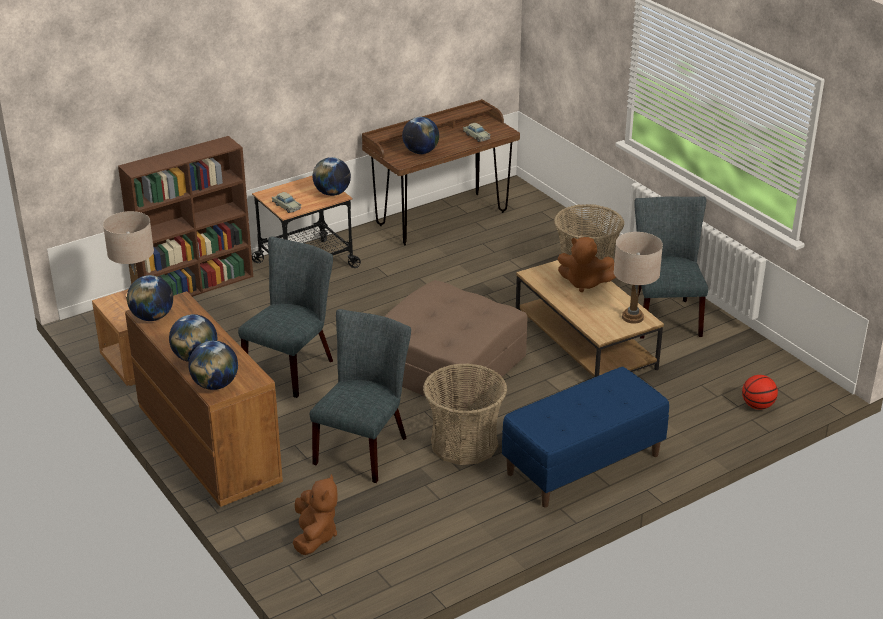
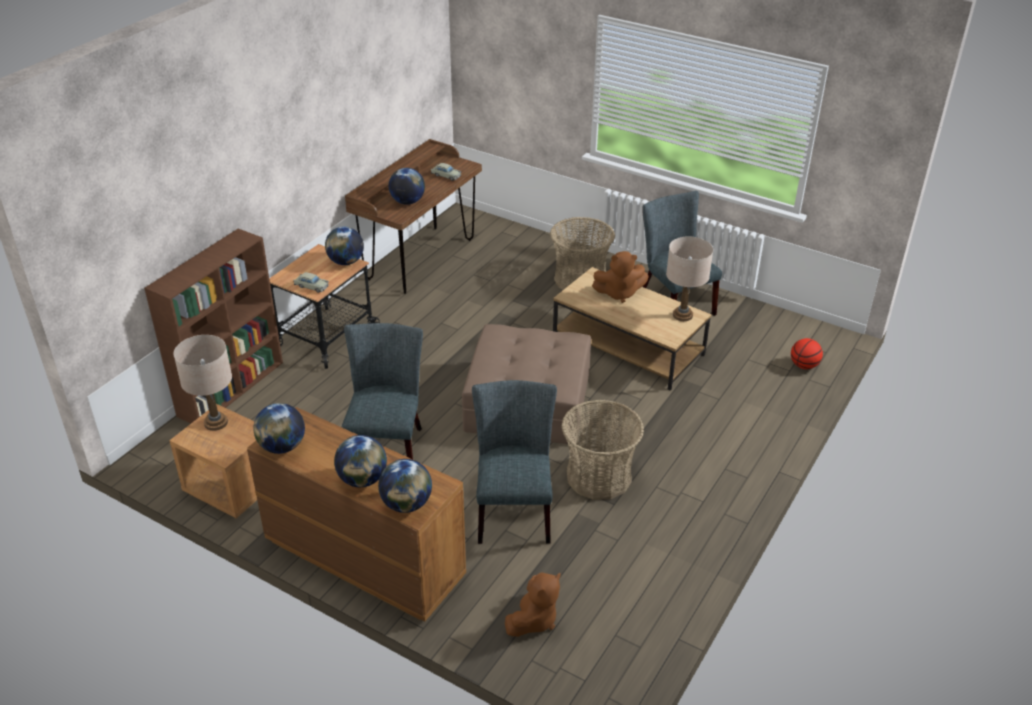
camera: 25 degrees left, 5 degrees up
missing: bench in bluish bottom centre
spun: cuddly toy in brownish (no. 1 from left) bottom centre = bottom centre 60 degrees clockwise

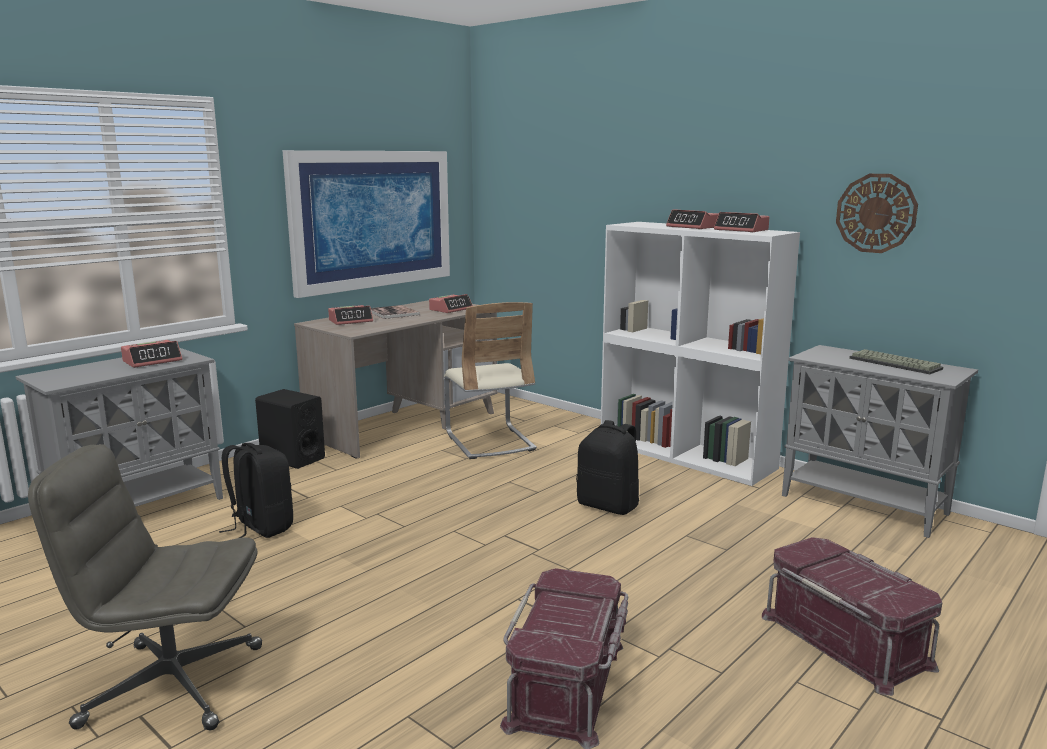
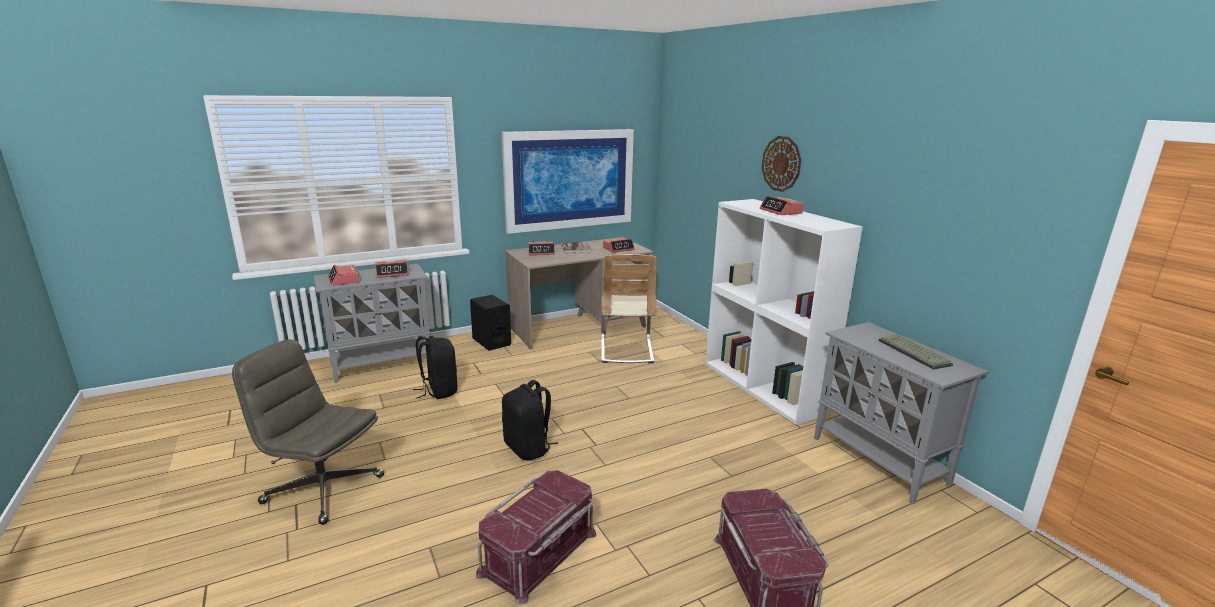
camera: 20 degrees right, 5 degrees up
relocated: hanging clock top right to top centre; table clock (no. 5 from left in the first image) top right to table clock (no. 1 from left) middle left; rucksack in black-coloured (no. 2 from left) centre to bottom centre

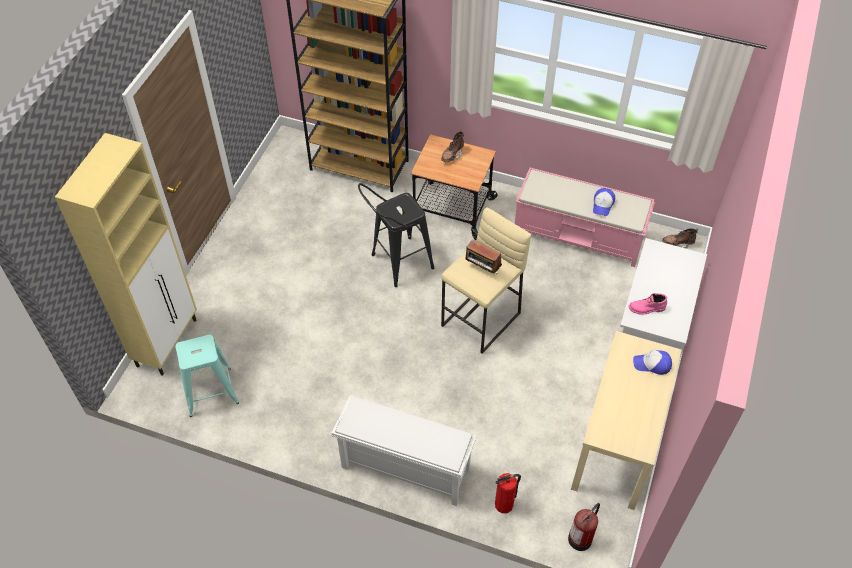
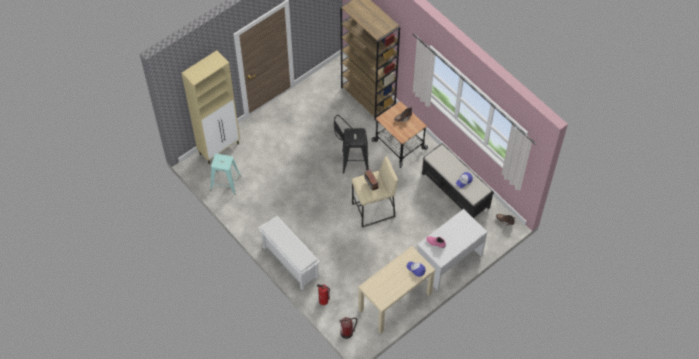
camera: 30 degrees right, 5 degrees up
colour: bench in pink middle right to bench in black-coloured centre

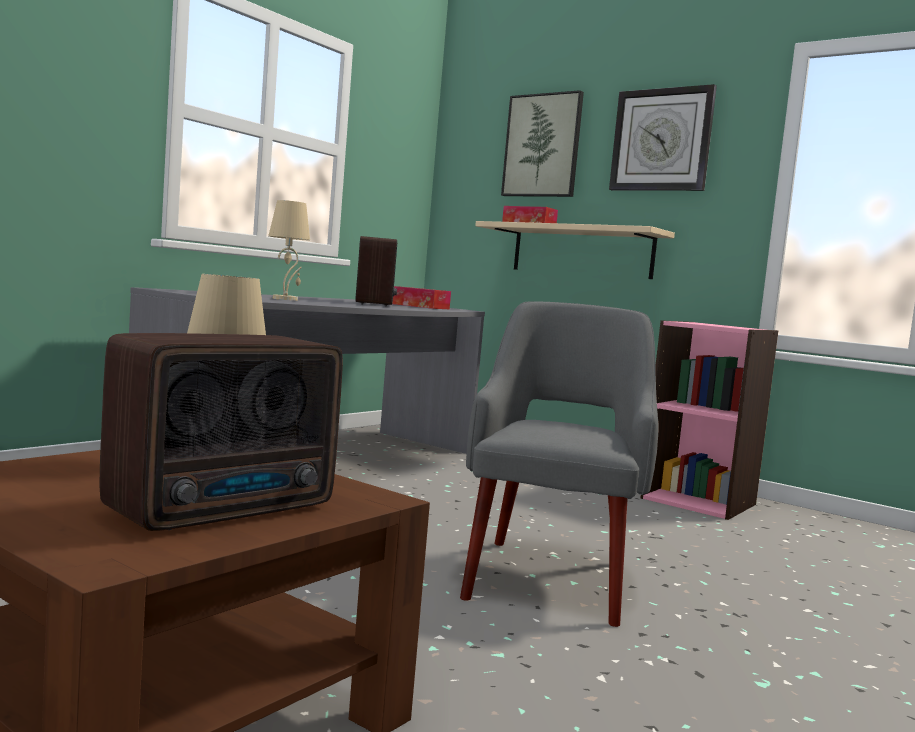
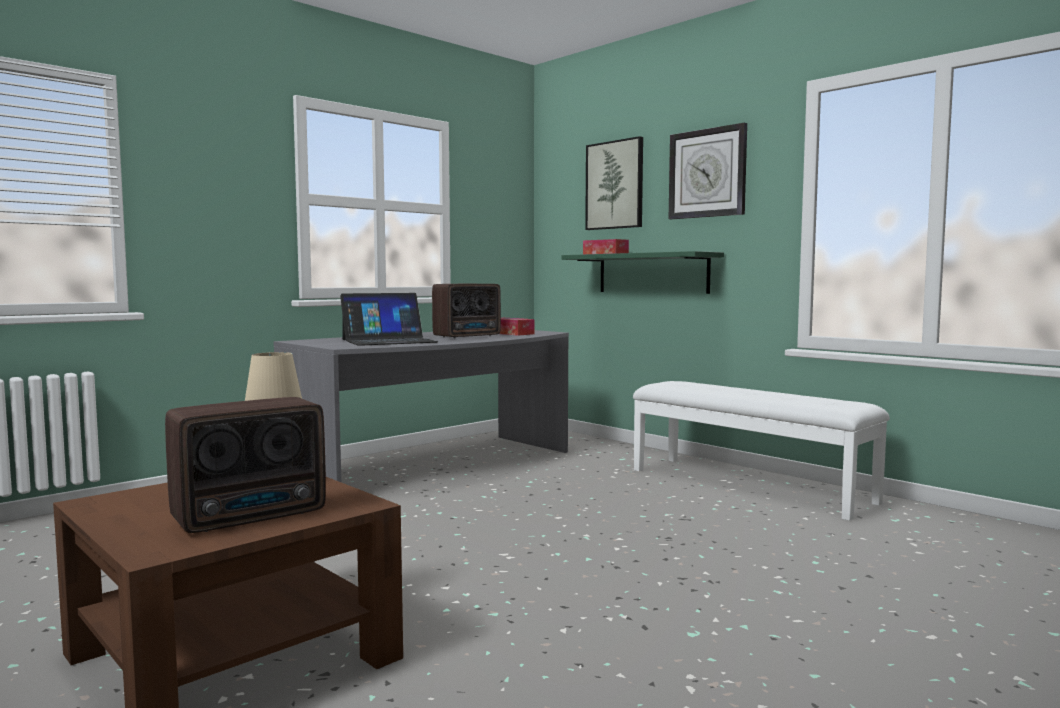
camera: 10 degrees right, 0 degrees up
missing: lounge chair in gray centre
exchanged: table lamp in beige-coloured (no. 2 from left) middle left to laptop centre; bookcase in pink middle right to bench in white middle right
colour: bracket shelf in beige-coloured centre to bracket shelf in greenish centre
spun: radio (no. 2 from left) centre = centre 45 degrees clockwise

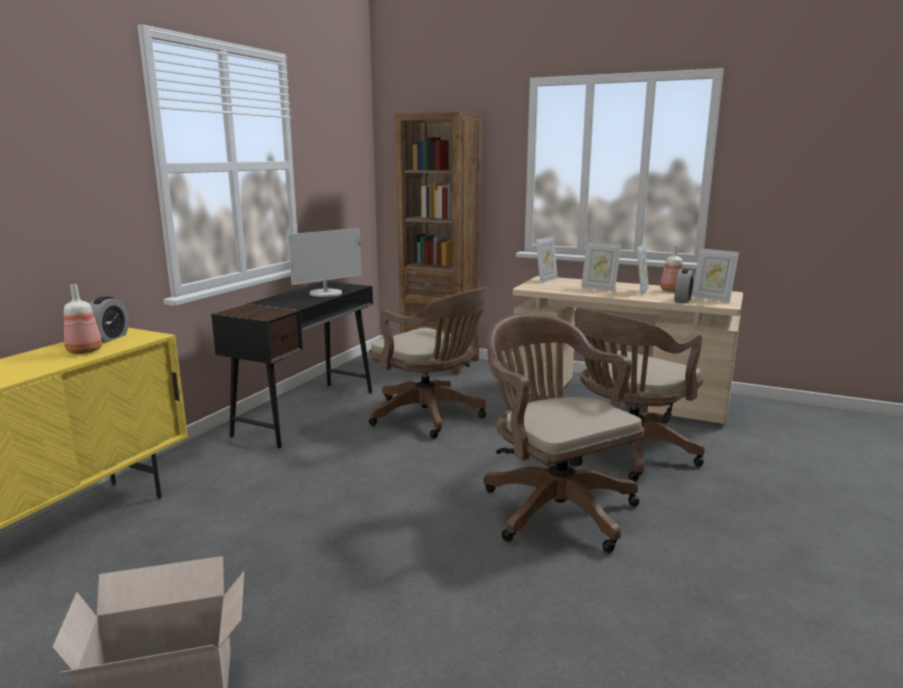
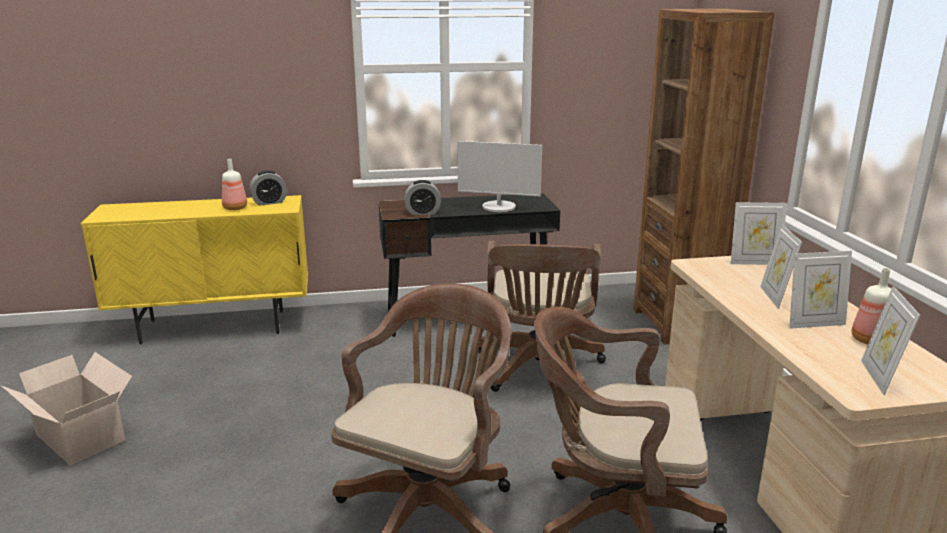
camera: 55 degrees right, 5 degrees up
relocated: table clock (no. 2 from left) middle right to centre

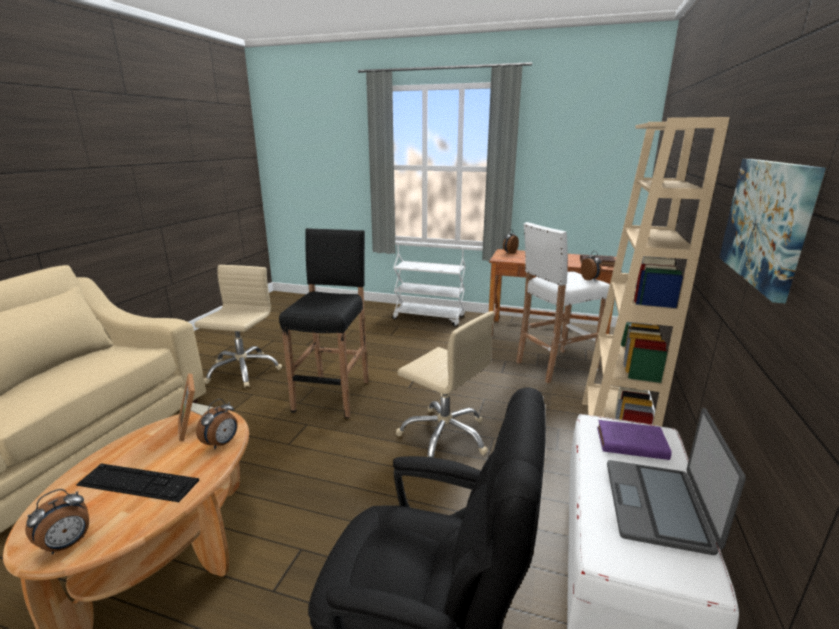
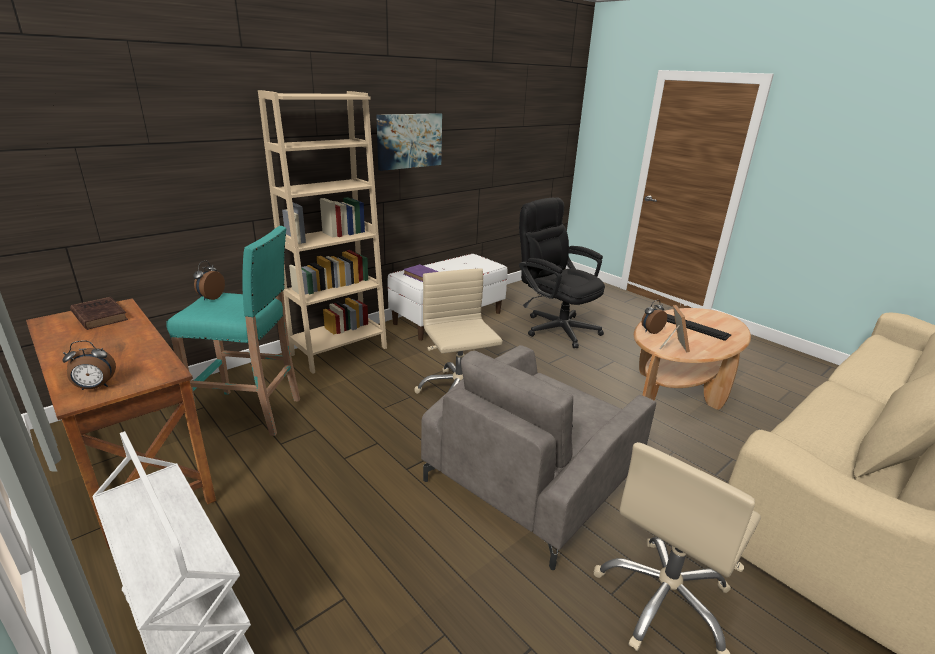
camera: 150 degrees left, 5 degrees up
missing: laptop bottom right; table clock (no. 1 from left) bottom left
exchanged: sitting stool in black-coloured centre to lounge chair in gray bottom centre
colour: sitting stool in white middle right to sitting stool in blue-green middle left

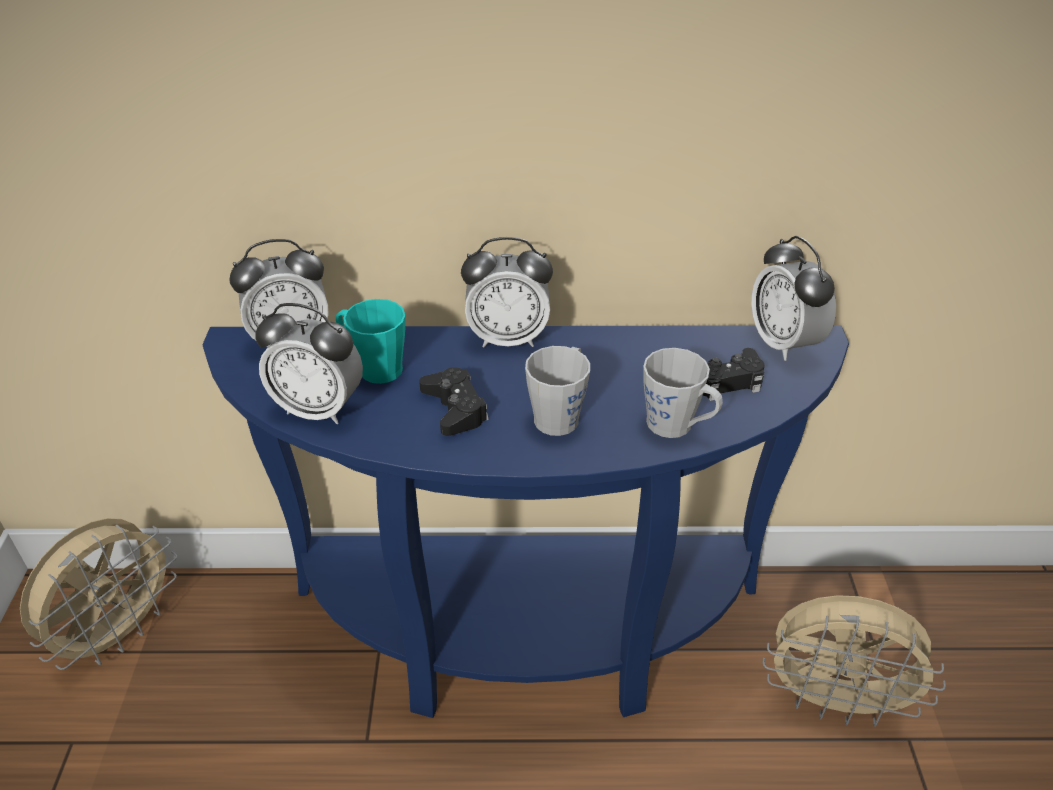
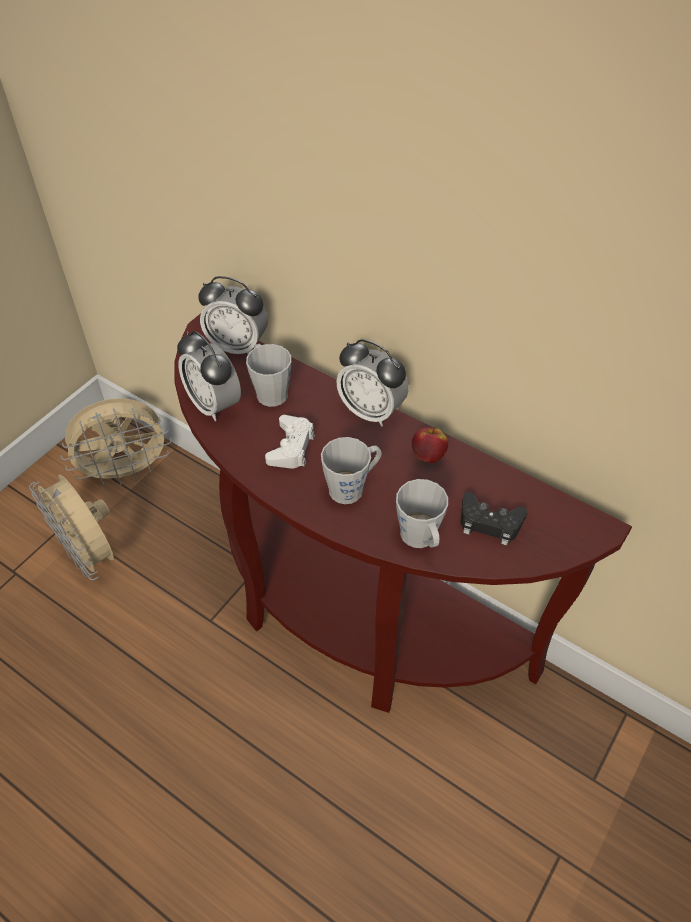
camera: 35 degrees right, 10 degrees up
missing: table clock (no. 4 from left) middle right
appeared: whole apple centre
relocated: fan in beige-coloured (no. 2 from left in the first image) bottom right to fan in beige-coloured (no. 1 from left) middle left
colour: coffee mug in blue-green centre to coffee mug in gray (no. 1 from left) centre; console table in bluish centre to console table in brownish centre; joypad in black-coloured (no. 1 from left) centre to joypad in white centre

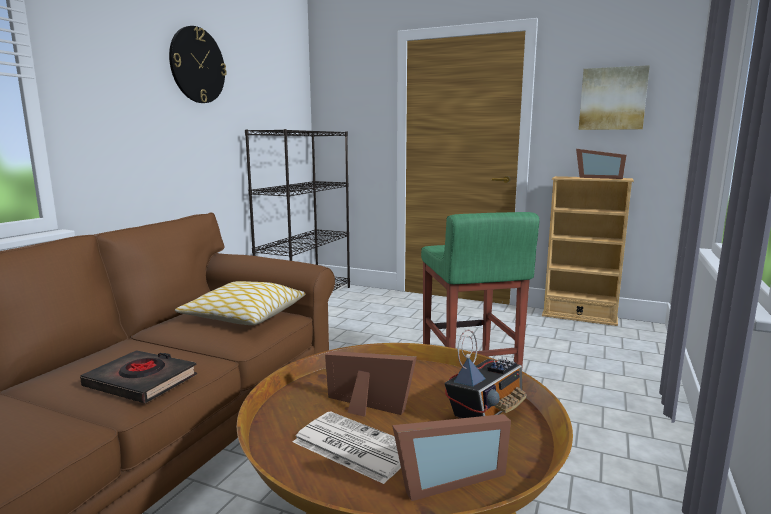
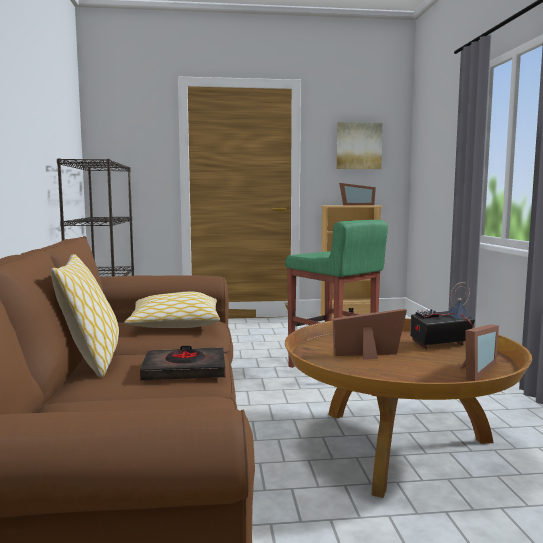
camera: 30 degrees left, 5 degrees down
missing: hanging clock top left; newspaper bottom centre
appeared: throw pillow (no. 1 from left) middle left
spun: radio bottom centre = middle right 120 degrees counterclockwise

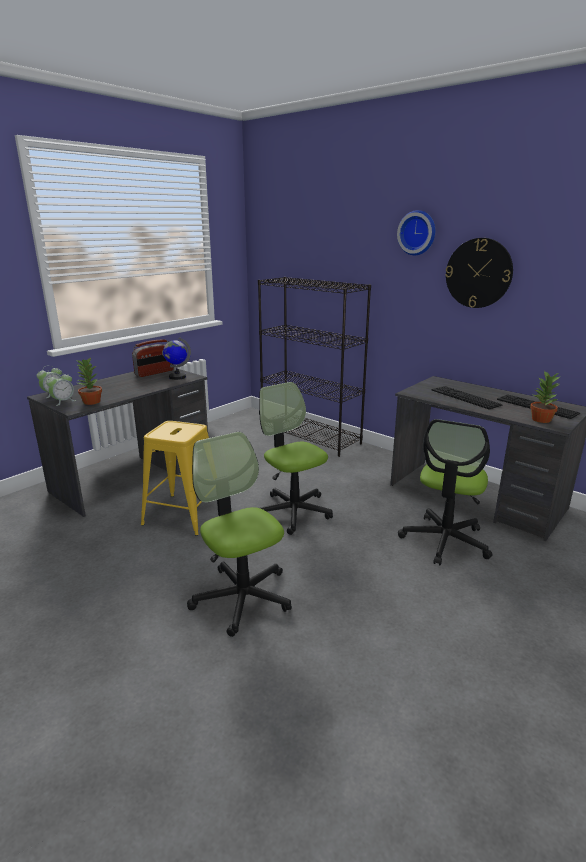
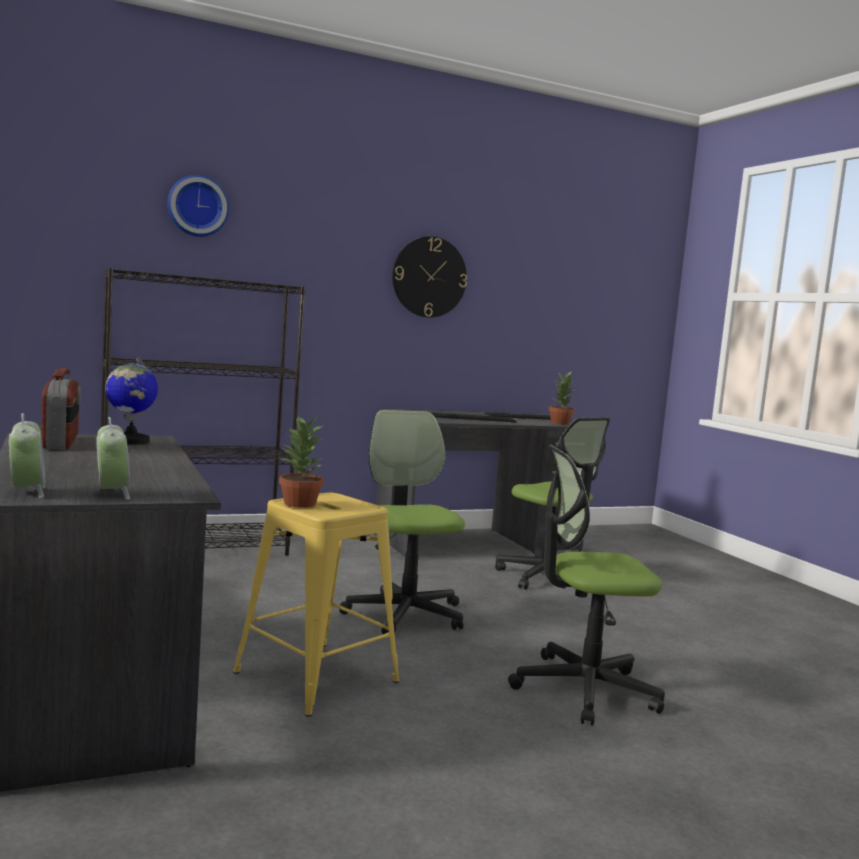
camera: 65 degrees left, 15 degrees down
relocated: hanging clock (no. 1 from left) top right to top left; plant in a pot (no. 1 from left) middle left to centre
spun: desk chair (no. 2 from left in the first image) centre = centre 75 degrees clockwise

